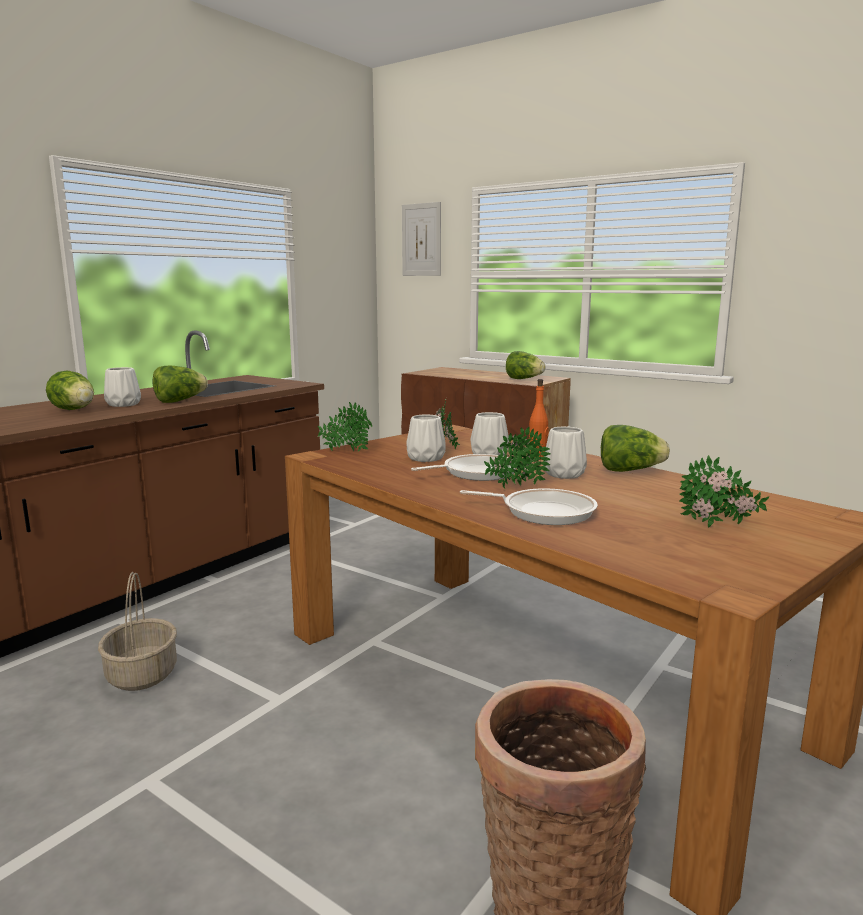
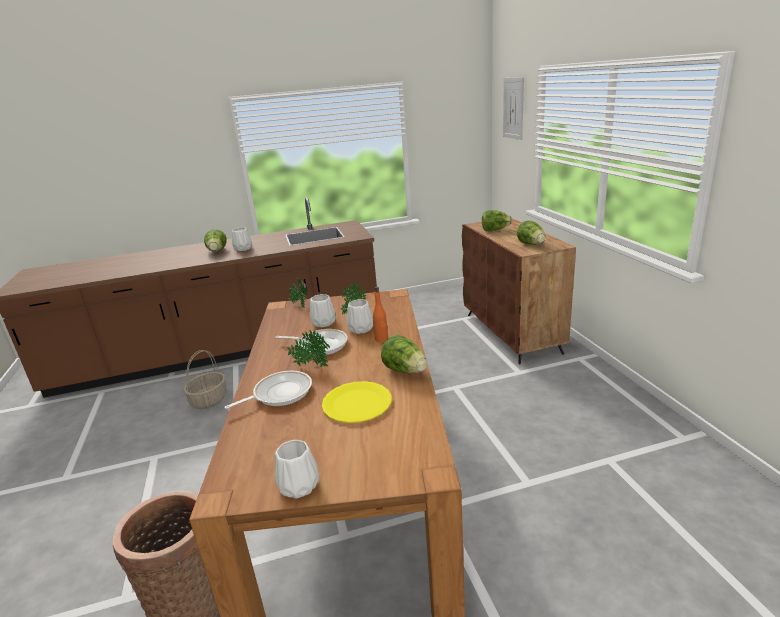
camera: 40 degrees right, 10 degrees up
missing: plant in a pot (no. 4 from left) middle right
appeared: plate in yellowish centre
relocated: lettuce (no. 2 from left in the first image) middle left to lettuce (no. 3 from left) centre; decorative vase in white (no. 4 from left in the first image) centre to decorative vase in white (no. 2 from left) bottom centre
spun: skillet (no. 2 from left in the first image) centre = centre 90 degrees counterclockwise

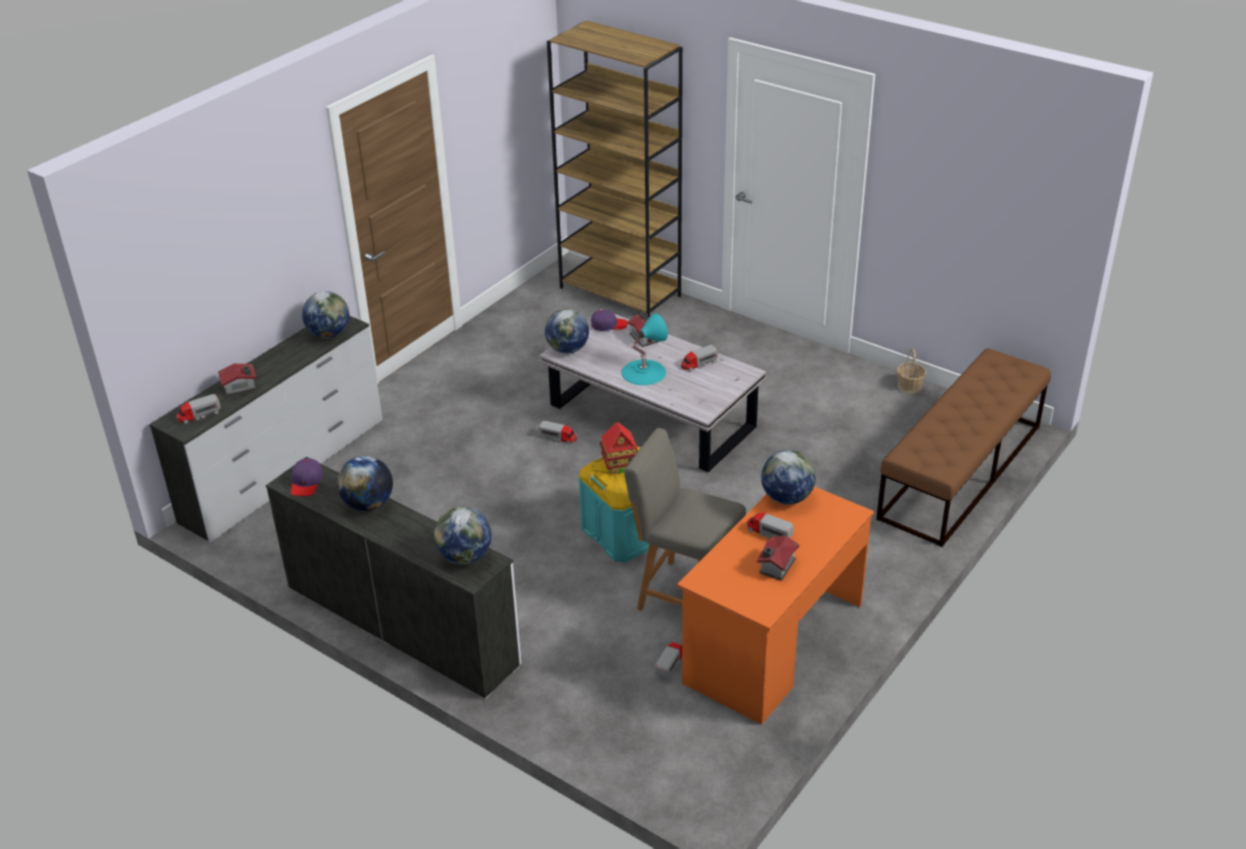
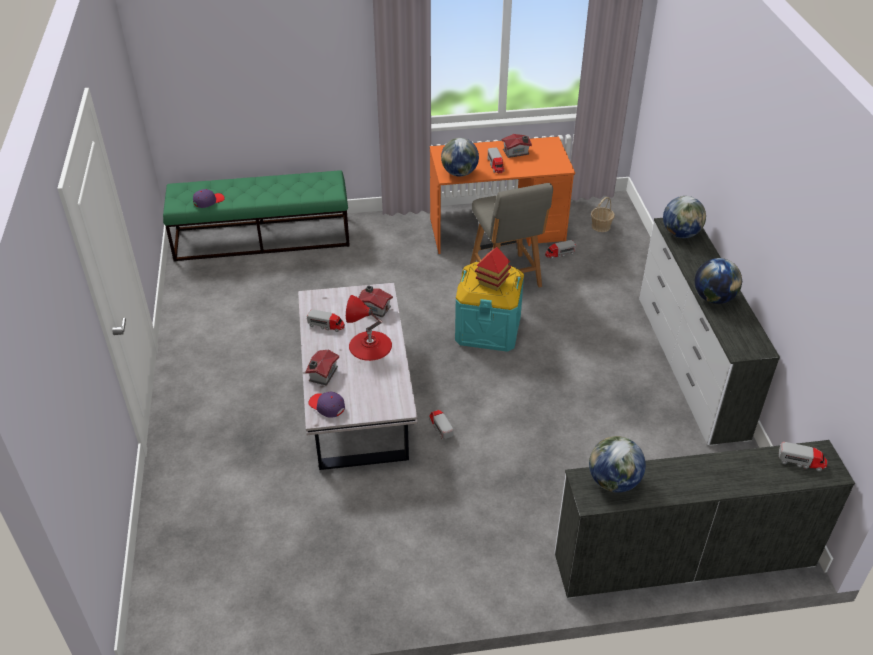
camera: 135 degrees left, 5 degrees up
missing: bookcase in brownish top centre; globe (no. 4 from left) centre
relocated: storage basket middle right to top right; miniature house (no. 1 from left in the first image) middle left to miniature house (no. 2 from left) centre; baseball cap in purple (no. 1 from left) middle left to top left
colour: table lamp in blue-green centre to table lamp in reddish centre; bench in brownish middle right to bench in greenish top left

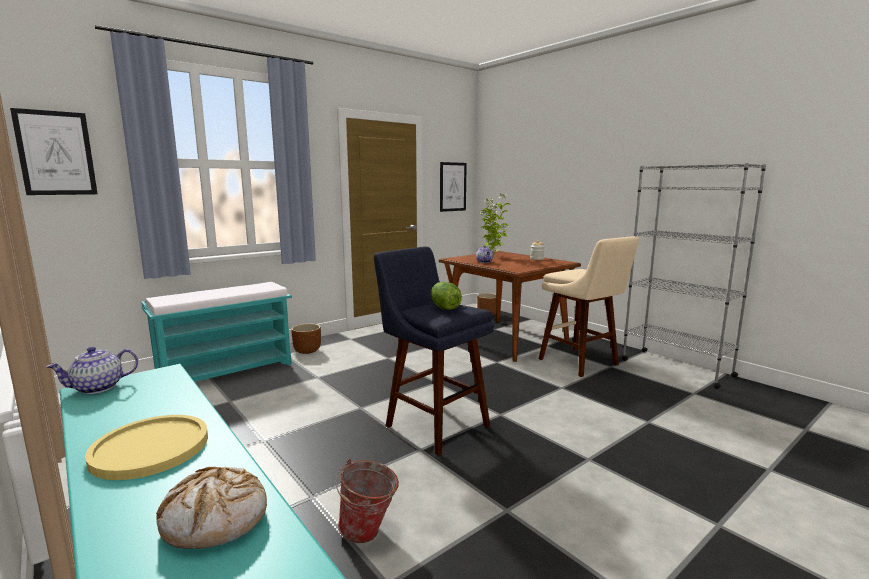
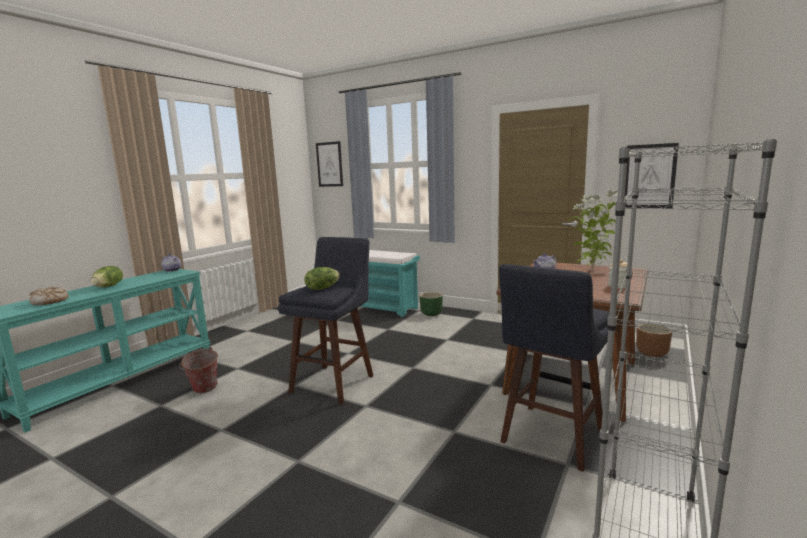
camera: 70 degrees right, 0 degrees up
exchanged: plate in yellowish bottom left to lettuce (no. 1 from left) middle left
colour: sitting stool in beige-coloured middle right to sitting stool in bluish (no. 2 from left) bottom right; planter in brownish (no. 1 from left) centre to planter in greenish centre

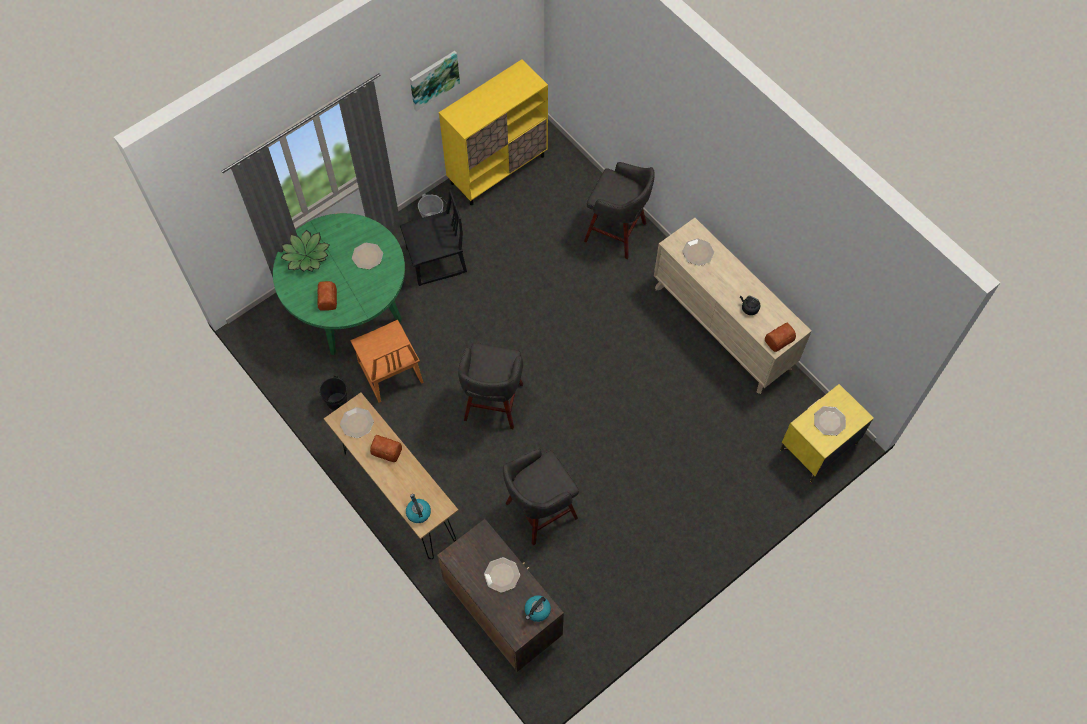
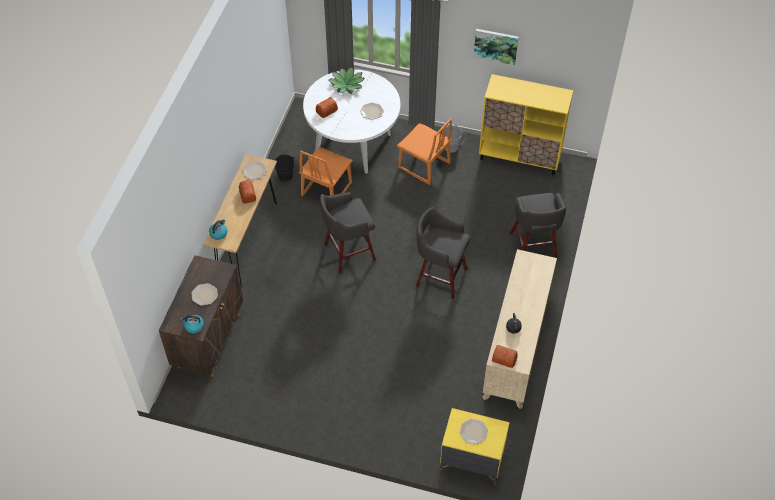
camera: 55 degrees right, 10 degrees down
missing: plate (no. 4 from left) centre
relocated: sitting stool in gray (no. 2 from left) bottom centre to centre
colour: plain chair in black-coloured top centre to plain chair in orangey (no. 2 from left) top centre; kitchen table in greenish middle left to kitchen table in white top centre

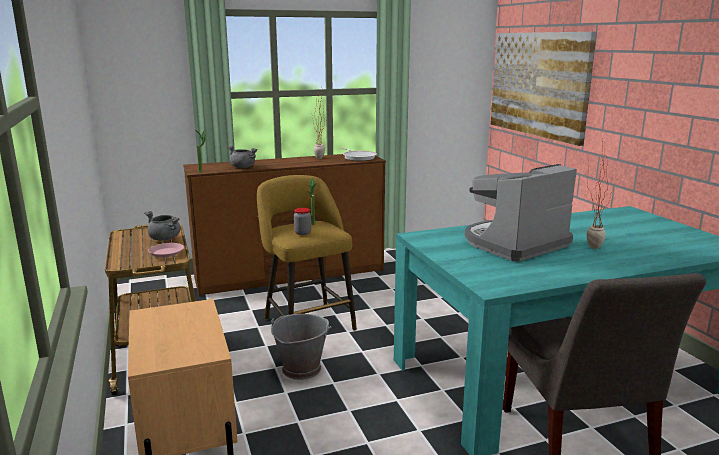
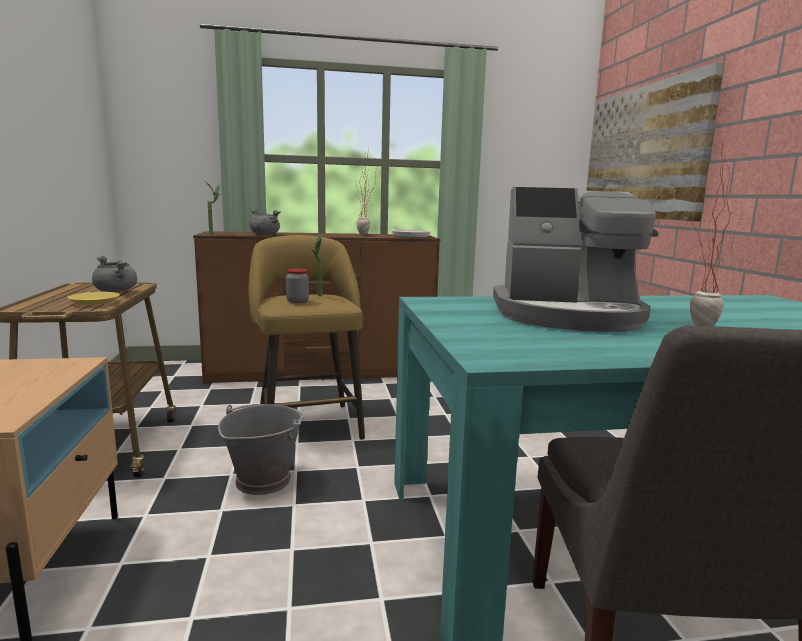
camera: 10 degrees right, 5 degrees down
colour: plate in pink middle left to plate in yellowish middle left
spun: coffee machine middle right = middle right 150 degrees counterclockwise

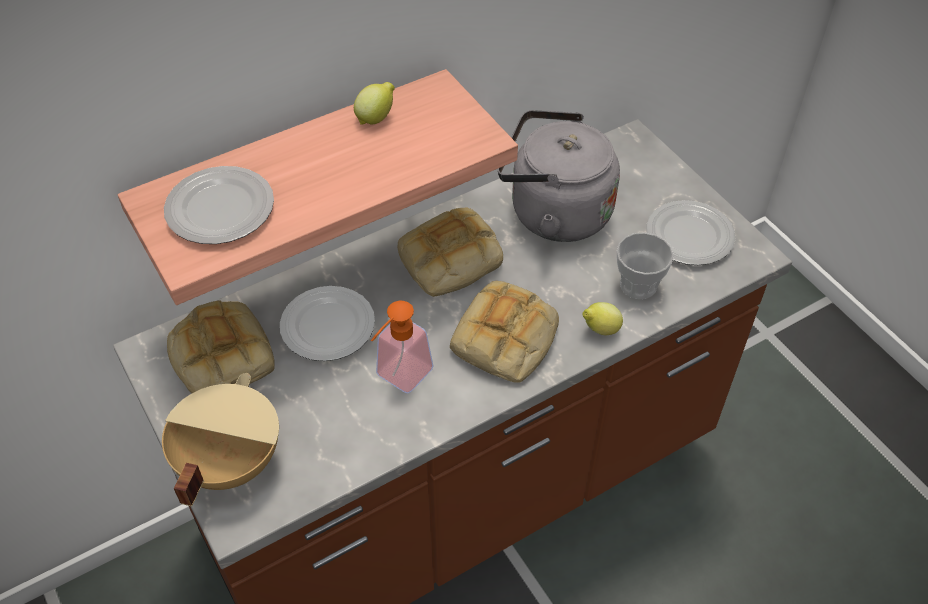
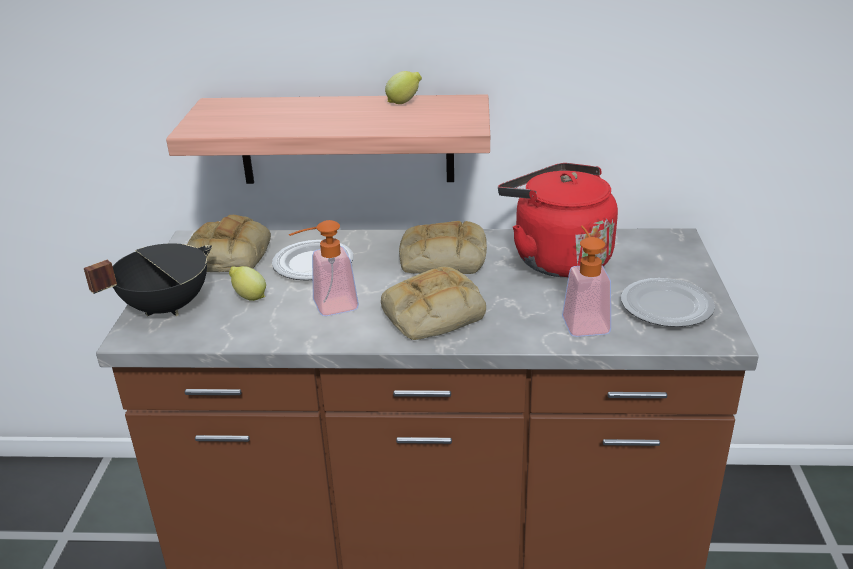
camera: 35 degrees right, 20 degrees down
missing: plate (no. 1 from left) middle left
relocated: citrus fruit (no. 2 from left in the first image) centre to citrus fruit (no. 1 from left) middle left
exchanged: cup middle right to soap bottle (no. 2 from left) middle right
colour: tea kettle in gray top centre to tea kettle in reddish centre; cooking pot in beige-coloured bottom left to cooking pot in black-coloured middle left

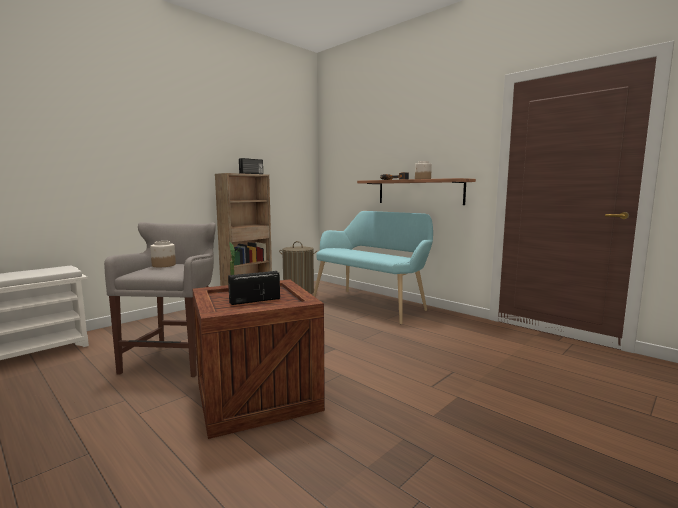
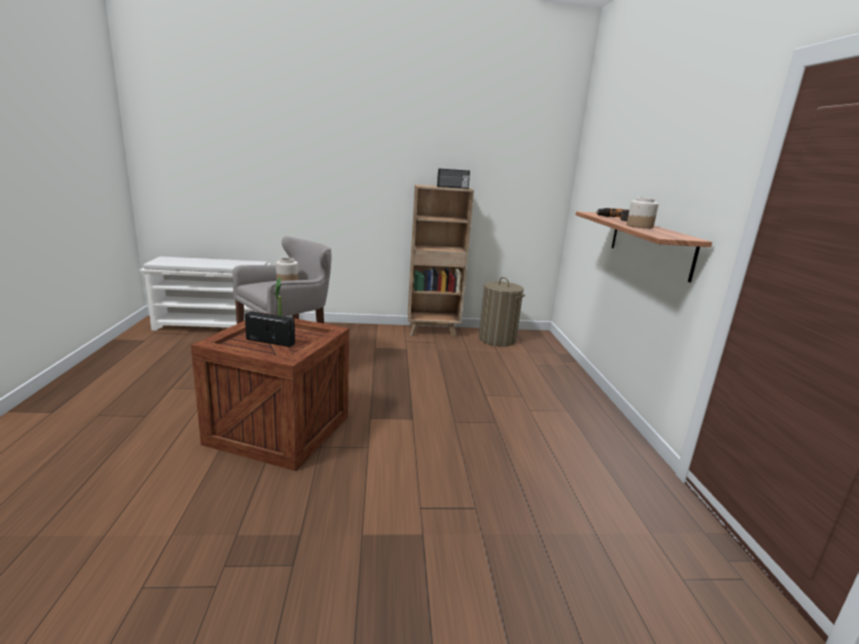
camera: 40 degrees right, 10 degrees up
missing: bench in blue-green centre

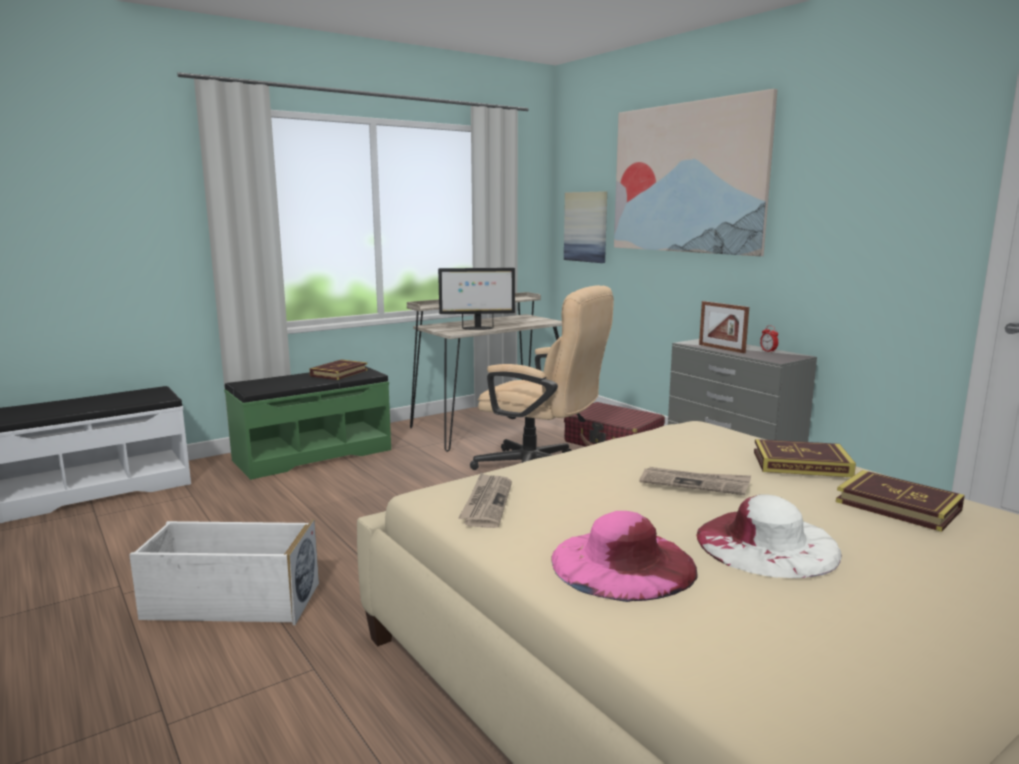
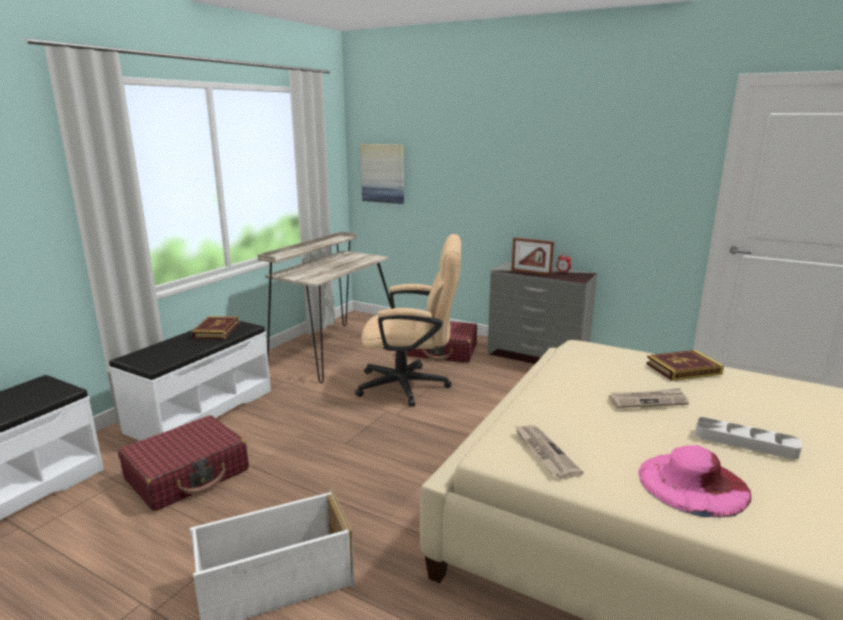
camera: 25 degrees left, 5 degrees up
missing: wall picture (no. 2 from left) top right; monitor centre; book (no. 3 from left) middle right
appeared: suitcase in reddish (no. 1 from left) bottom left
exchanged: wearable hat in white bottom right to carrying tray in gray bottom right
colour: bench in greenish middle left to bench in white (no. 2 from left) middle left

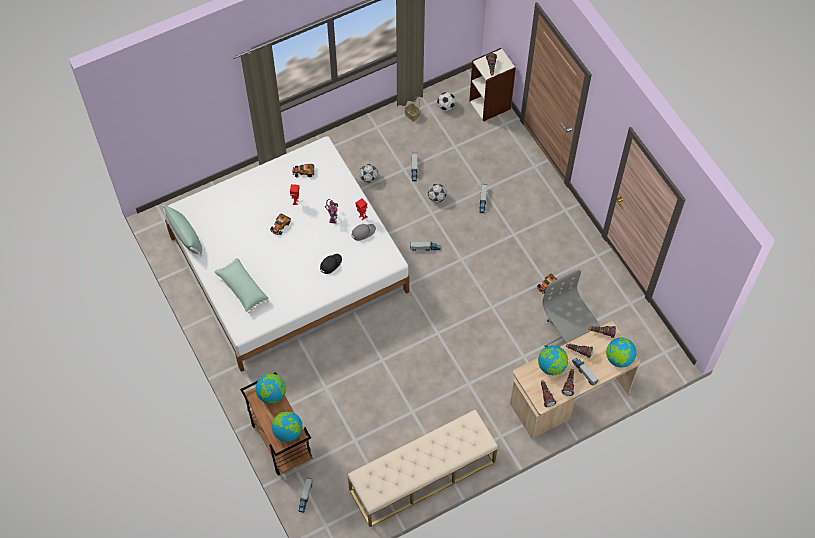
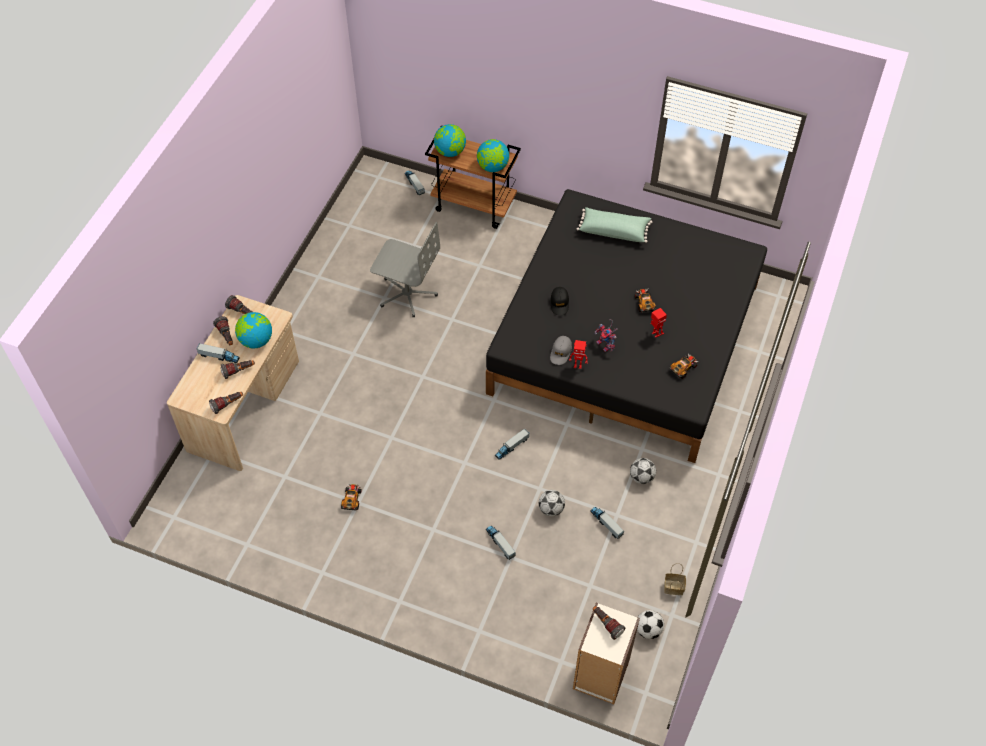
camera: 140 degrees right, 5 degrees down
missing: throw pillow in greenish (no. 1 from left) middle left; globe (no. 4 from left) middle right; bench in beige-coloured bottom centre
relocated: desk chair in gray middle right to centre
colour: bed in white centre to bed in black-coloured centre

